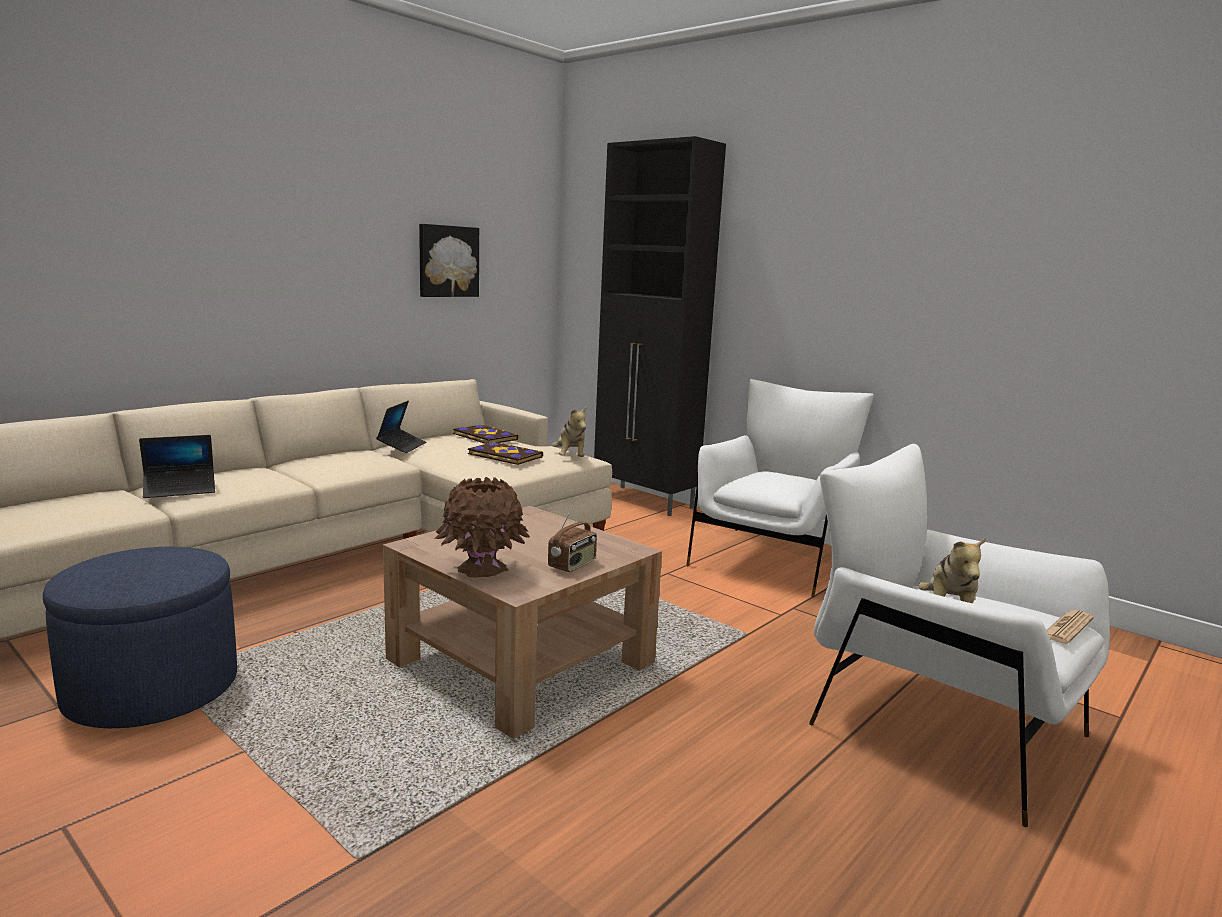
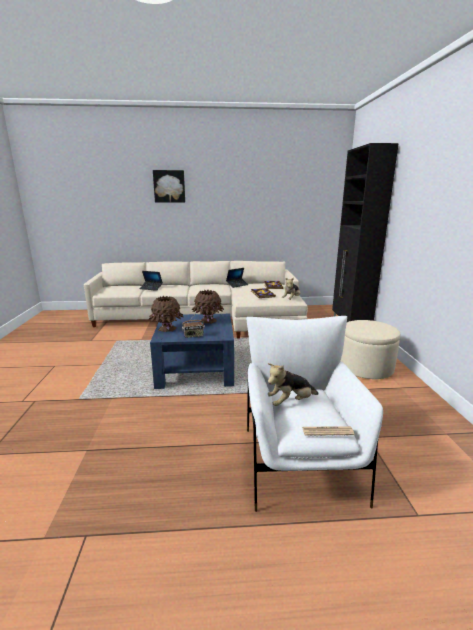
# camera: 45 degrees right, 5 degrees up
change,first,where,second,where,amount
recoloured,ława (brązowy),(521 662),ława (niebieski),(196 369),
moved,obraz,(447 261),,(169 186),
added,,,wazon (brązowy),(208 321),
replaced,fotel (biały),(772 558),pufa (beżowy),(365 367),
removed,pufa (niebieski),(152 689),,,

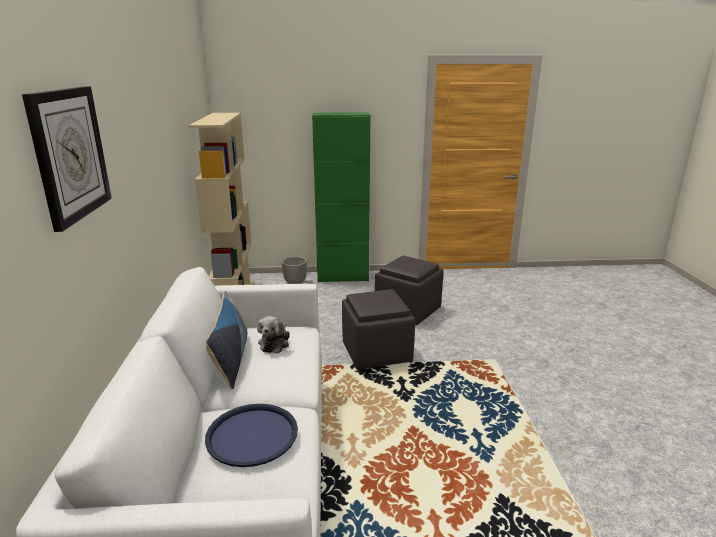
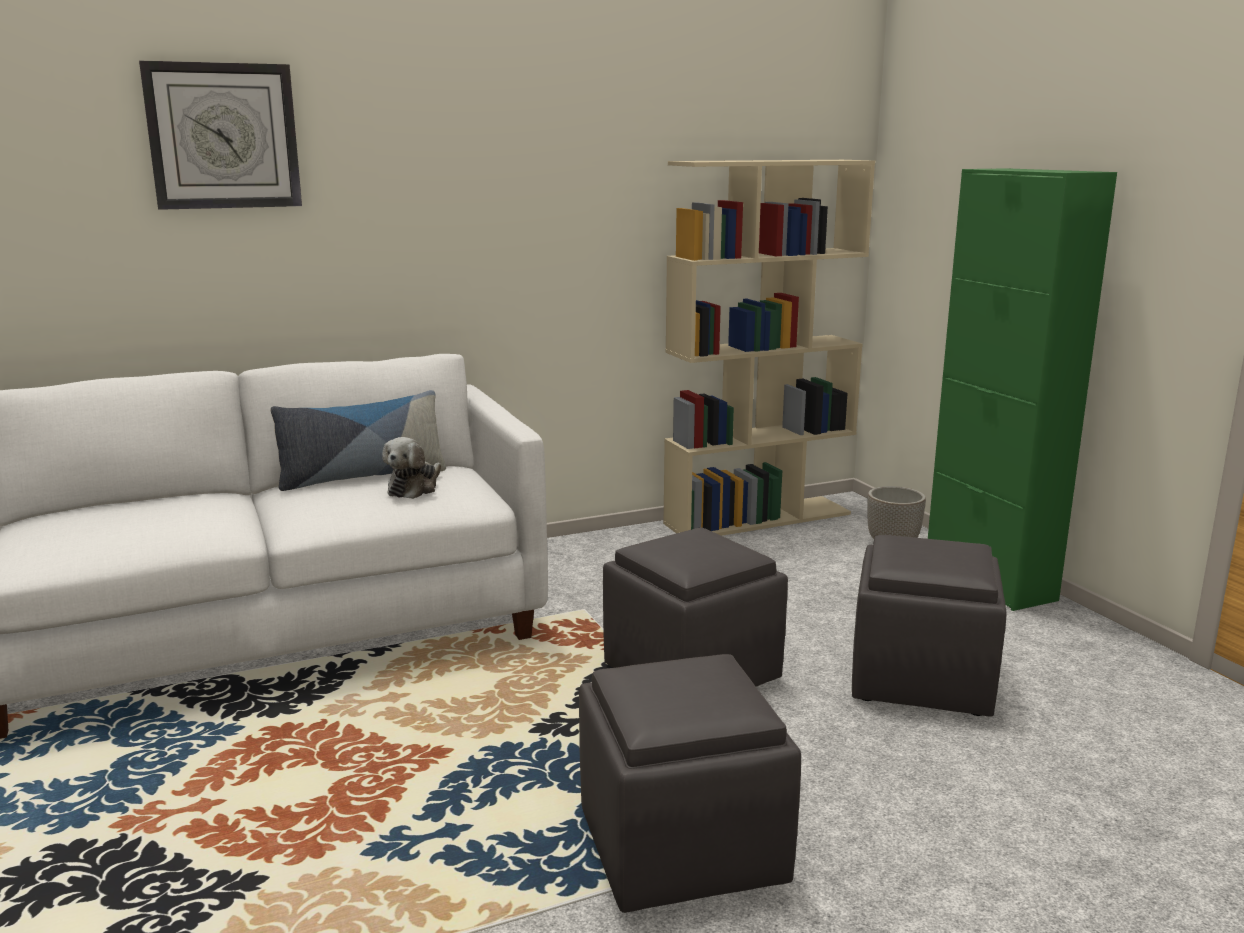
# camera: 70 degrees right, 5 degrees down
change,first,where,second,where,amount
turned,pluszak,(275 343),,(414 488),60 degrees counterclockwise
added,,,pufa (szary),(680 848),
removed,taca (niebieski),(252 435),,,

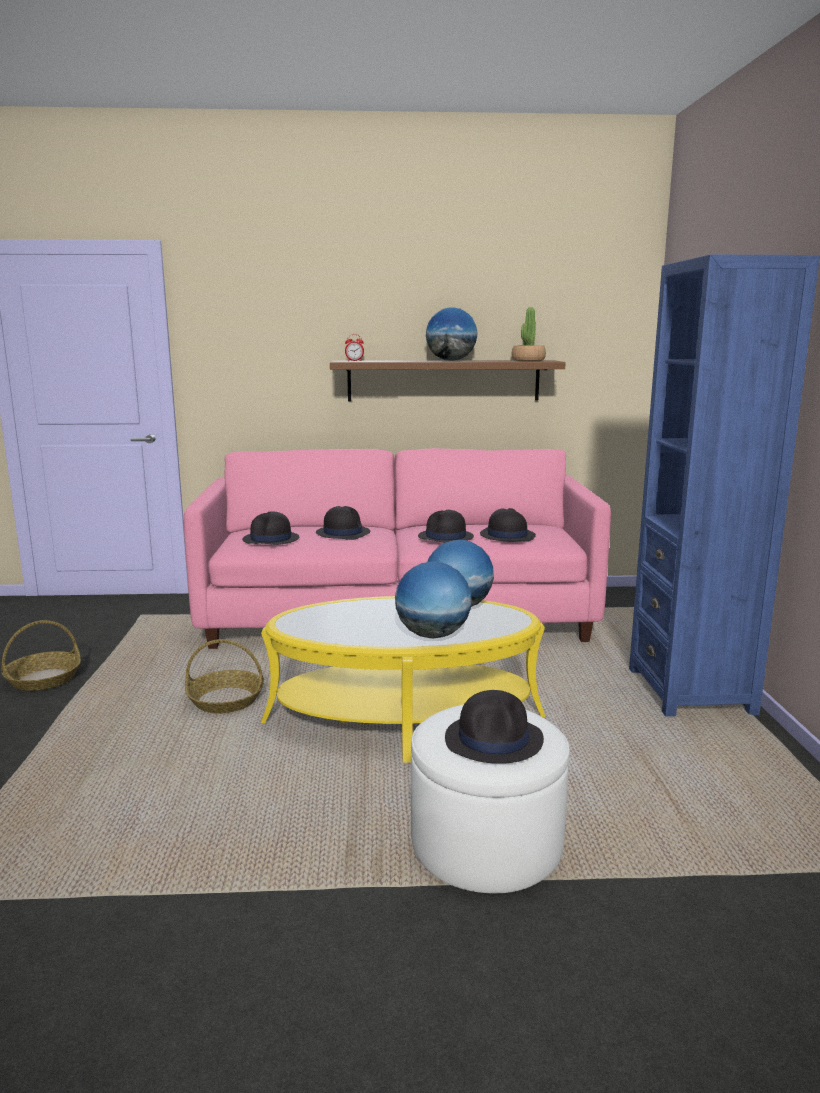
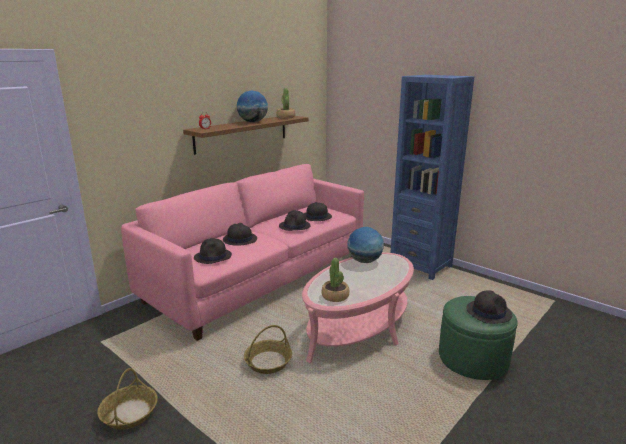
# camera: 45 degrees left, 5 degrees up
change,first,where,second,where,amount
recoloured,ława (żółty),(403 718),ława (różowy),(358 327),
added,,,roślina doniczkowa,(335 296),
recoloured,pufa (biały),(486 843),pufa (zielony),(473 358),
removed,globus,(432 635),,,

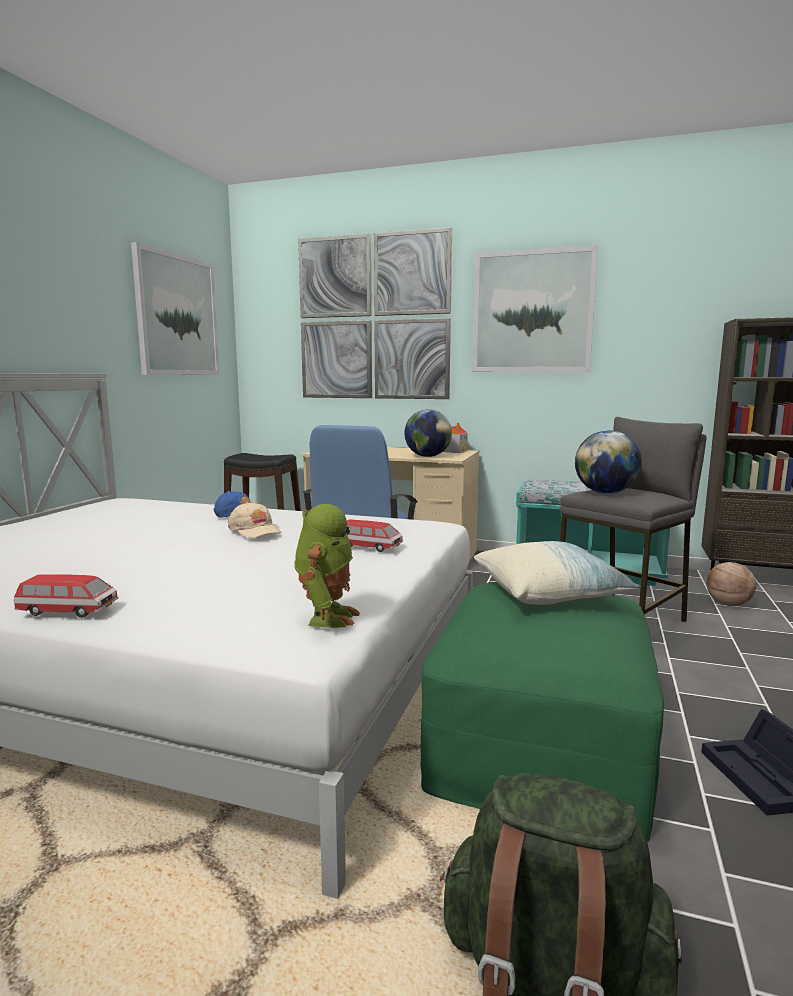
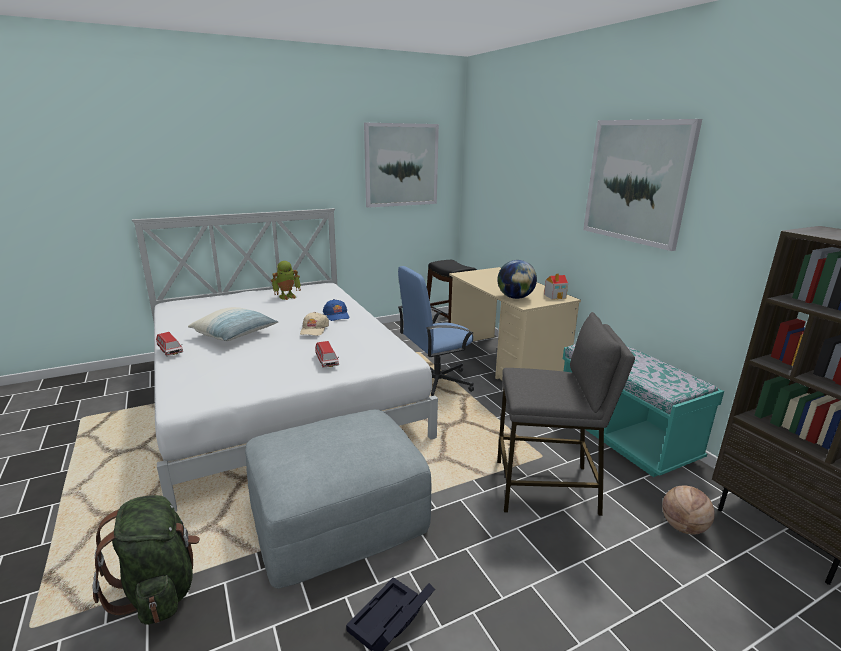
# camera: 45 degrees right, 10 degrees up
change,first,where,second,where,amount
moved,poduszka,(550 593),,(235 335),
recoloured,pufa (zielony),(539 739),pufa (szary),(338 515),
moved,robot zabawkowy,(327 617),,(287 296),
removed,obraz,(373 318),,,
removed,globus,(605 493),,,

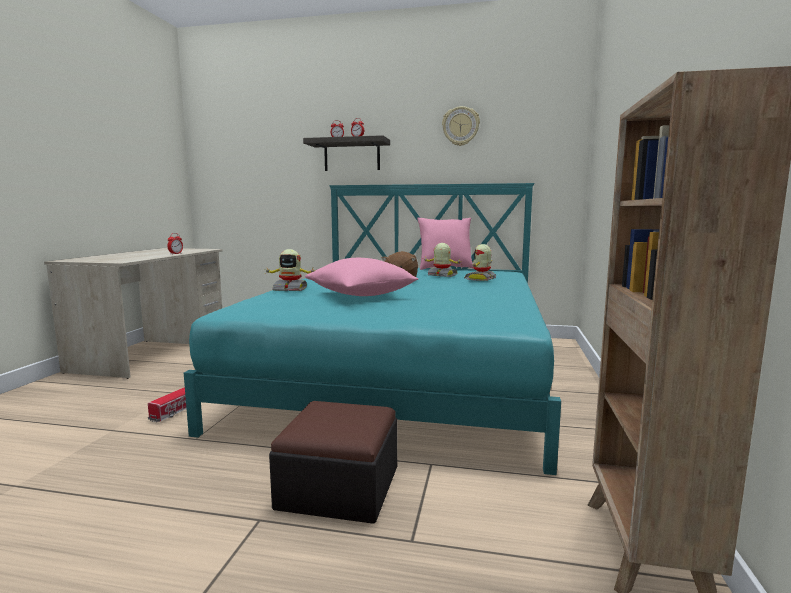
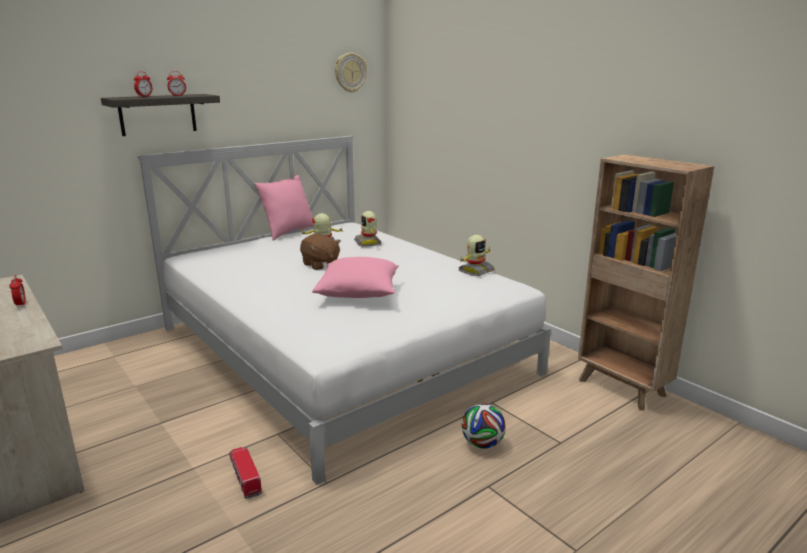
# camera: 50 degrees left, 10 degrees up
change,first,where,second,where,amount
recoloured,łóżko (turkusowy),(402 373),łóżko (biały),(340 350),
moved,zegar ścienny,(460 126),,(350 72),
moved,robot zabawkowy,(290 289),,(475 271),
replaced,pufa,(339 487),piłka futbolowa,(482 444),

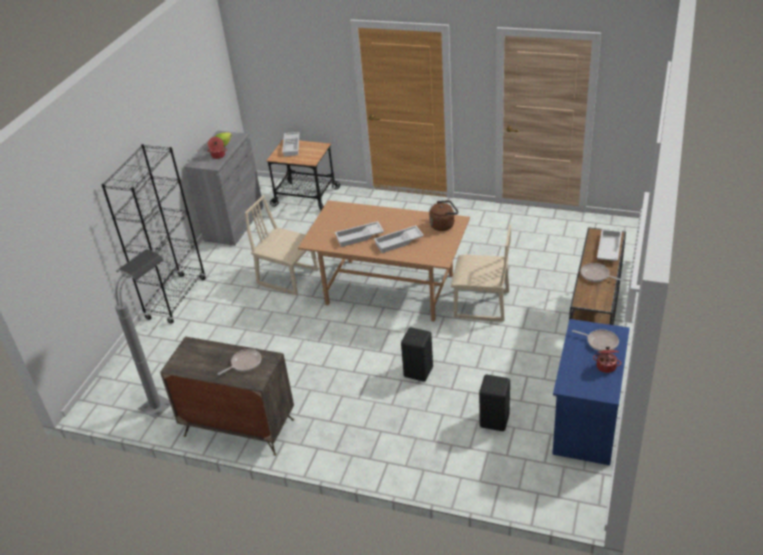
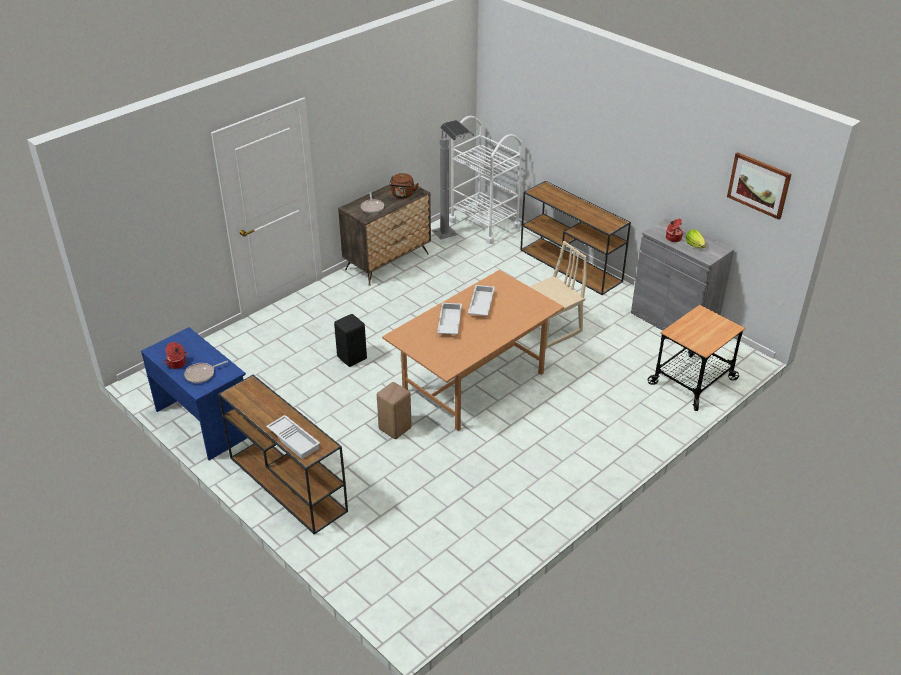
# camera: 115 degrees right, 0 degrees up
change,first,where,second,where,amount
replaced,krzesło (beżowy),(481 305),stołek (beżowy),(394 428),
moved,czajnik (brązowy),(443 225),,(402 195),
added,,,wózek (biały),(484 224),
replaced,regał (czarny),(176 298),stolik konsolowy (brązowy),(571 266),
added,,,obraz,(759 185),
removed,taca (biały),(292 146),,,
removed,stołek (czarny),(494 420),,,
removed,patelnia,(596 275),,,

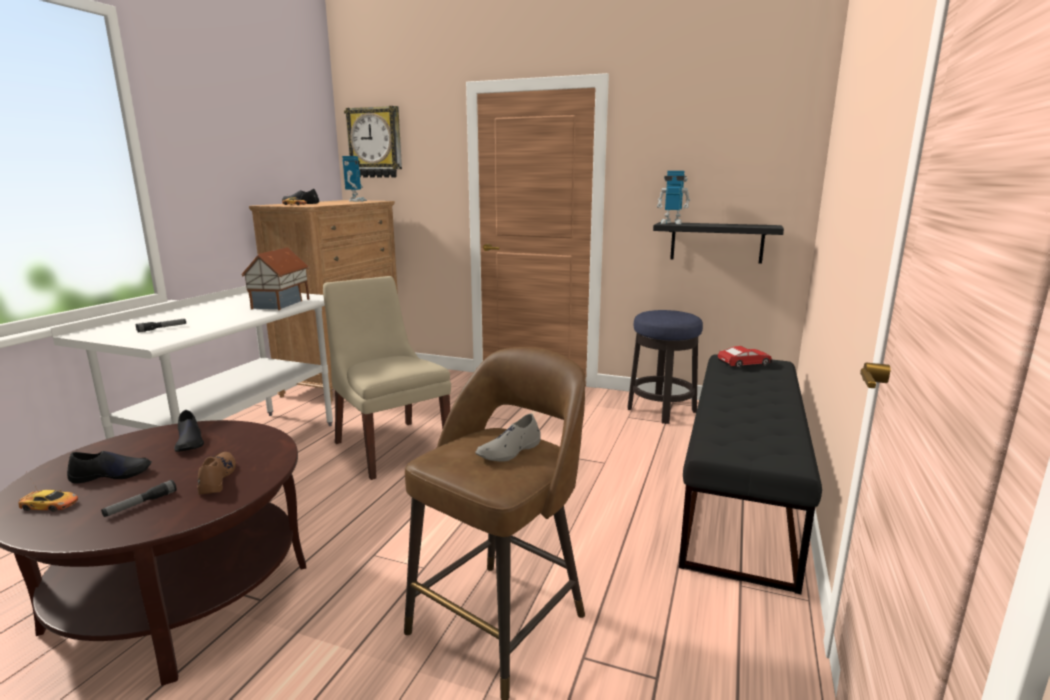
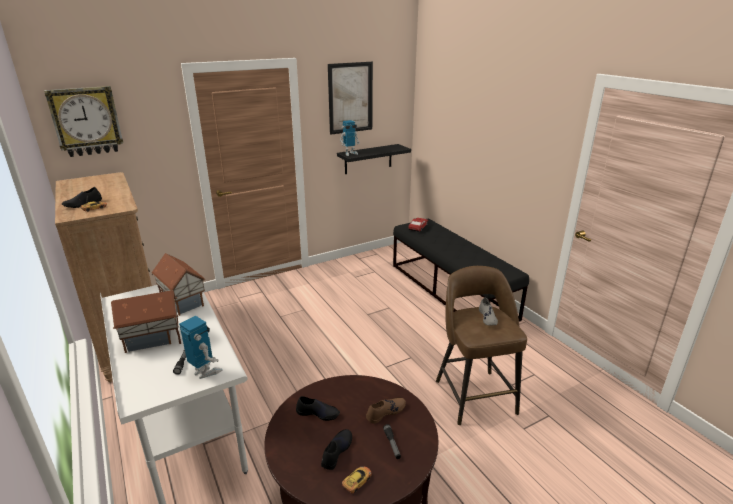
# camera: 50 degrees left, 10 degrees up
change,first,where,second,where,amount
added,,,domek,(153 340),
moved,robot zabawkowy,(356 201),,(205 371),
added,,,obraz,(350 98),
turned,but (brązowy),(216 478),,(385 412),120 degrees clockwise
removed,krzesło (beżowy),(390 447),,,
removed,stołek,(661 410),,,

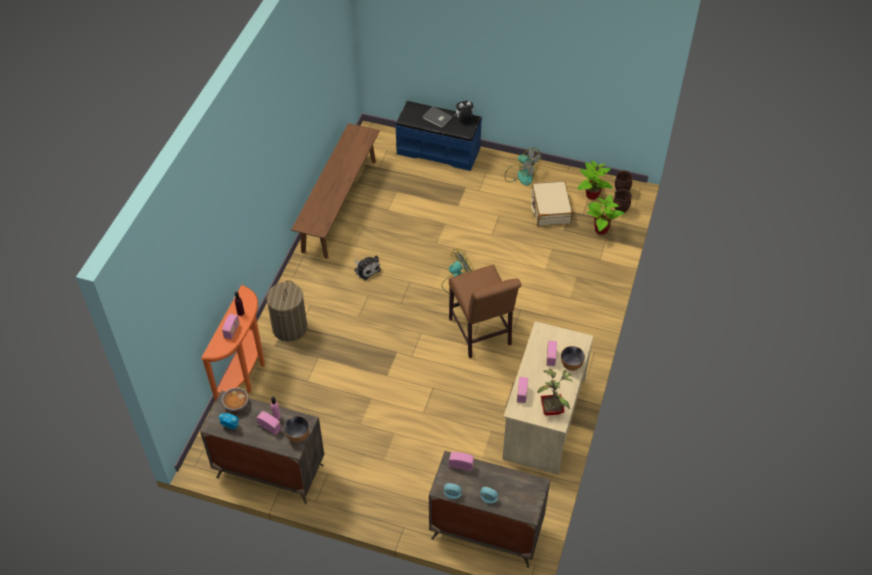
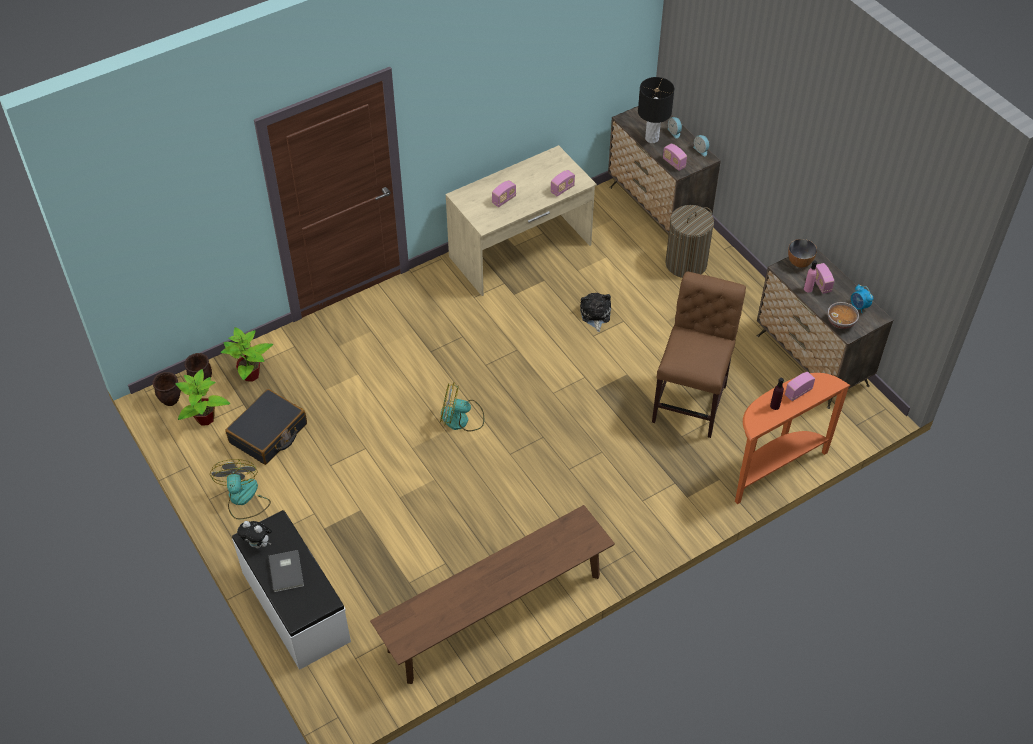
# camera: 140 degrees left, 0 degrees up
change,first,where,second,where,amount
recoloured,walizka (beżowy),(550 209),walizka (czarny),(268 434),
recoloured,ławka (niebieski),(438 150),ławka (biały),(294 607),
moved,pluszak,(366 269),,(595 315),
added,,,lampa stołowa (czarny),(652 138),
moved,krzesło (brązowy),(481 334),,(691 400),
moved,kosz na pranie,(290 328),,(686 263),
removed,roślina doniczkowa,(552 410),,,
removed,miska,(571 365),,,

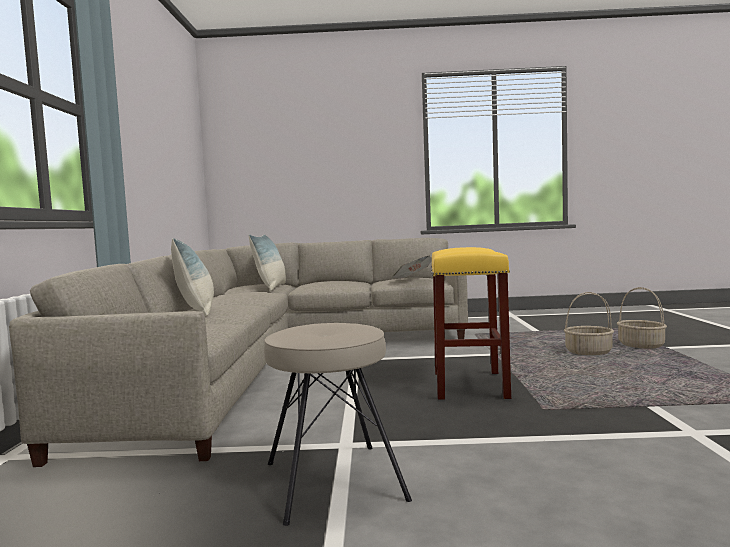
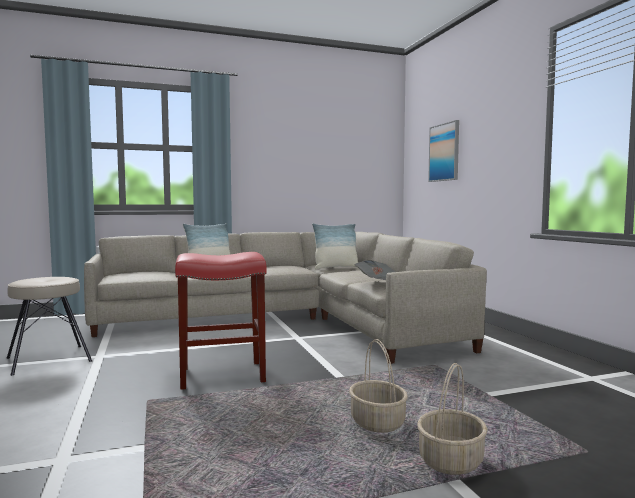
# camera: 70 degrees right, 0 degrees up
change,first,where,second,where,amount
recoloured,stołek (żółty),(469 384),stołek (czerwony),(223 374),
added,,,obraz,(444 152),

